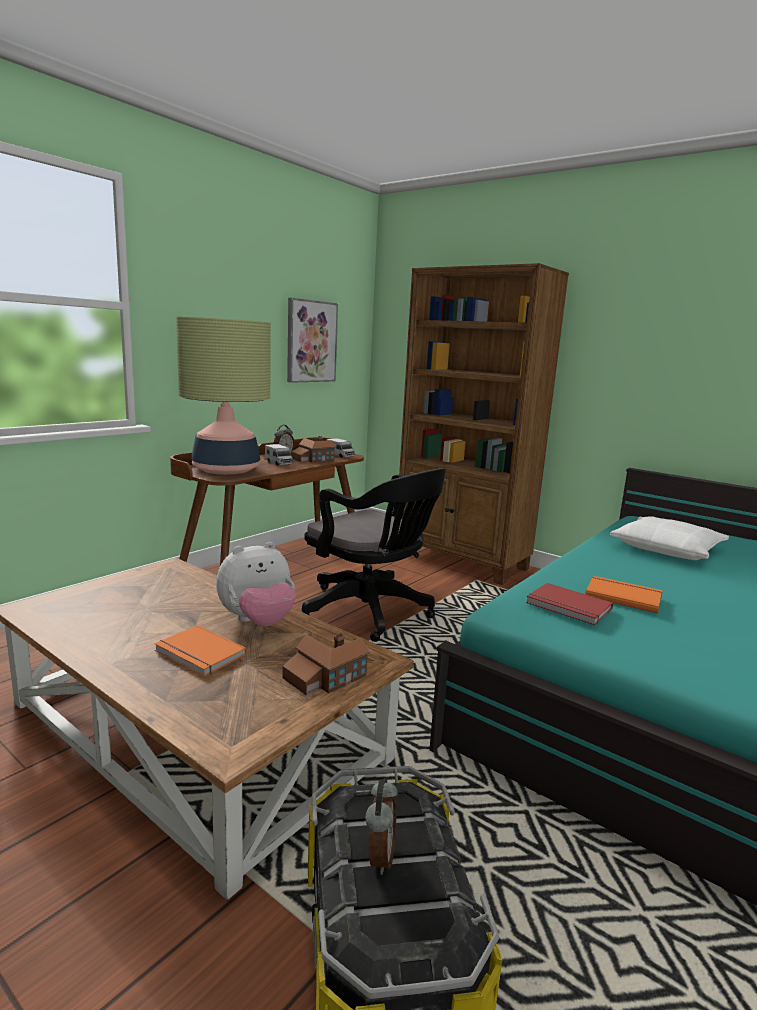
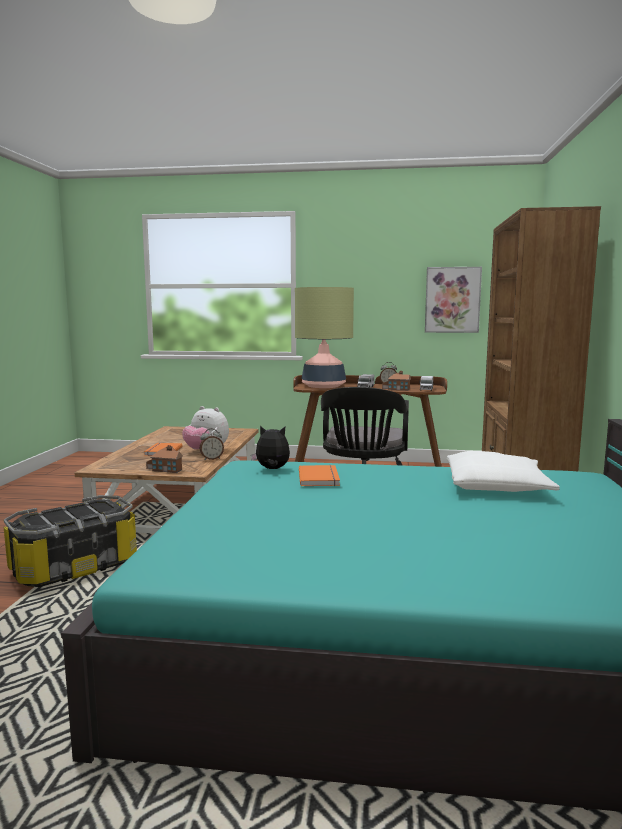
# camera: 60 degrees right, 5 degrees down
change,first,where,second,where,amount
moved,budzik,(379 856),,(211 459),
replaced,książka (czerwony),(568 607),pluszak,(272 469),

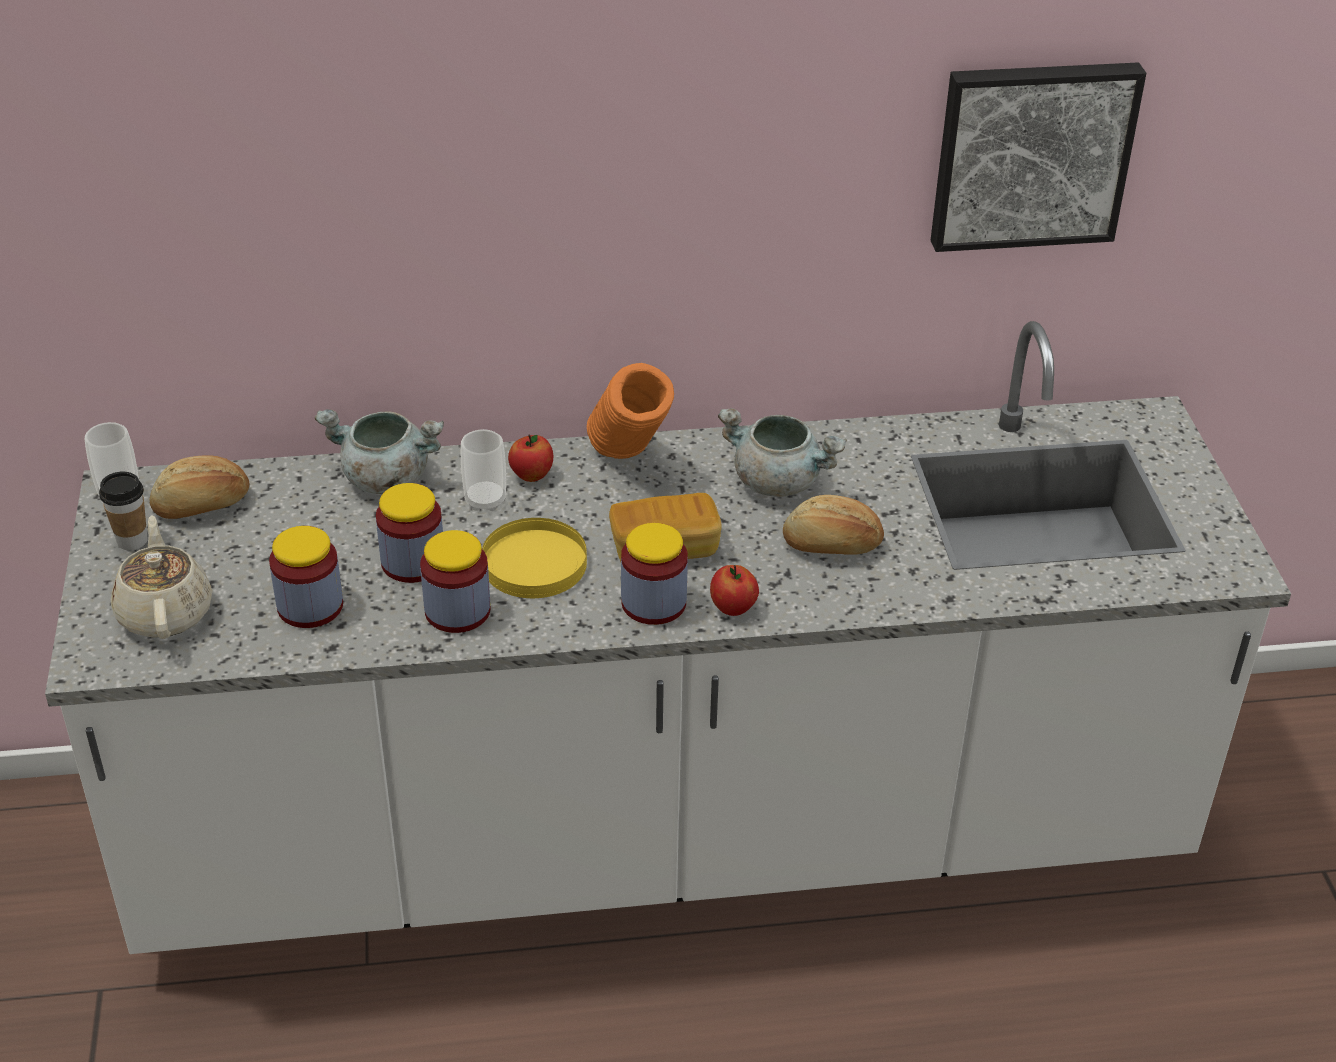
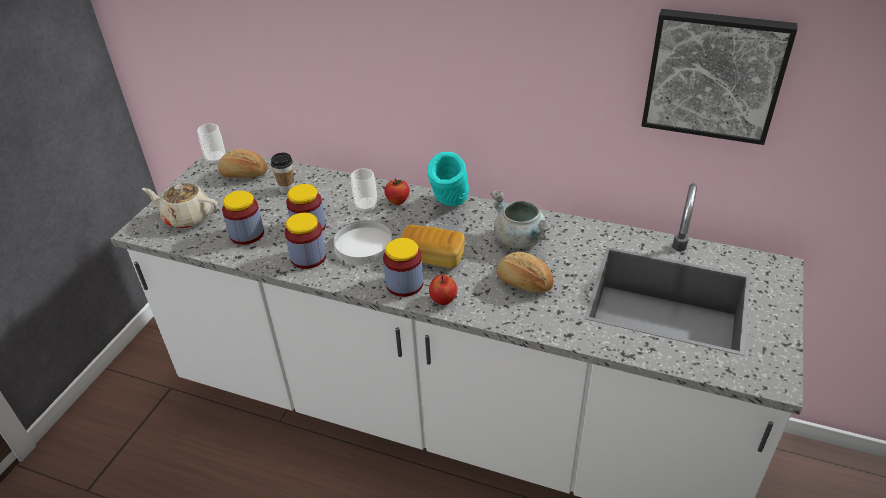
# camera: 30 degrees right, 0 degrees up
change,first,where,second,where,amount
turned,imbryk (beżowy),(165 612),,(187 217),90 degrees counterclockwise
moved,filiżanka,(132 540),,(287 189),
recoloured,talerz (żółty),(535 562),talerz (biały),(364 245),
recoloured,wazon (pomarańczowy),(629 464),wazon (turkusowy),(449 209),
removed,garnek (szary),(384 479),,,

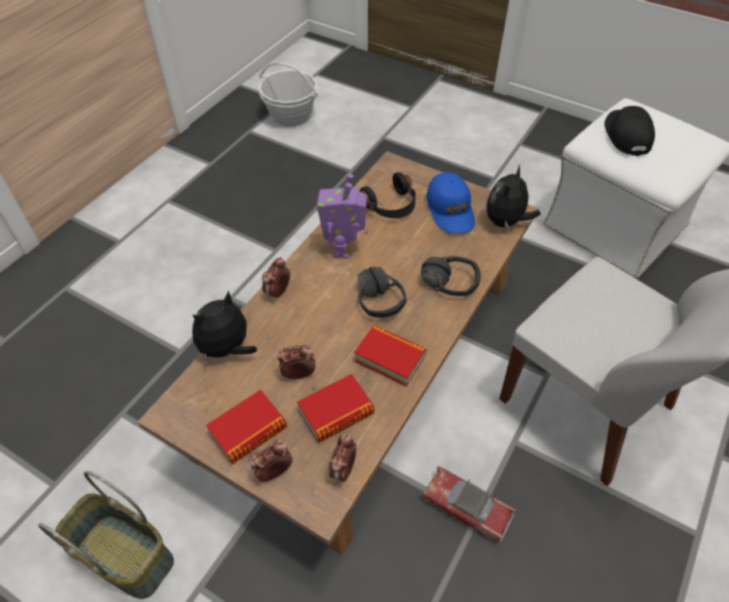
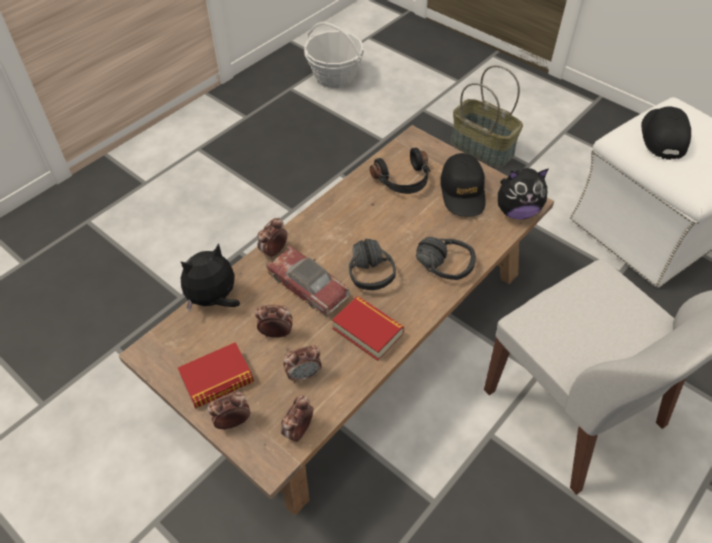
# camera: 10 degrees right, 0 degrees up
change,first,where,second,where,amount
moved,samochodzik,(466 507),,(308 286),
replaced,książka,(336 412),budzik,(304 375),
recoloured,czapka z daszkiem (niebieski),(450 210),czapka z daszkiem (czarny),(463 192),
moved,koszyk,(127 555),,(483 148),
turned,pluszak,(506 222),,(516 211),135 degrees counterclockwise
removed,robot zabawkowy,(343 248),,,

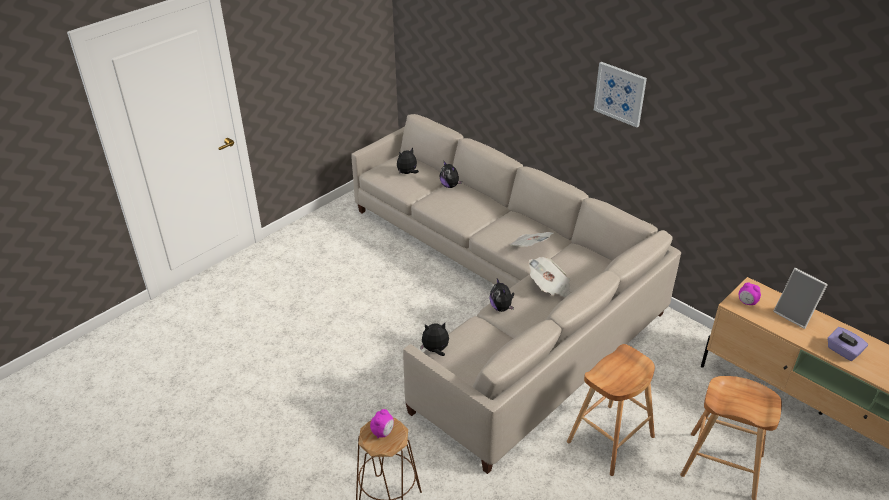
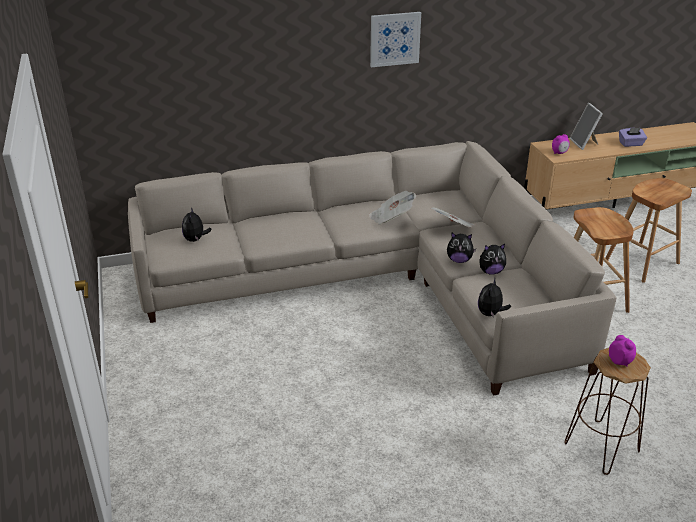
# camera: 60 degrees left, 5 degrees down
change,first,where,second,where,amount
moved,pluszak,(450 186),,(490 272),
turned,ramka na zdjęcie,(795 315),,(584 143),90 degrees clockwise

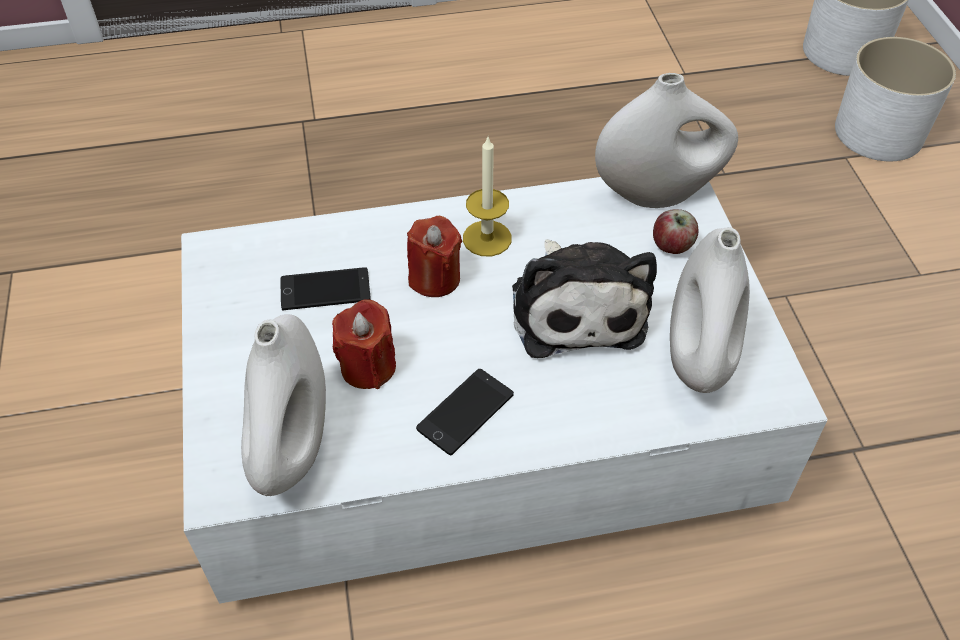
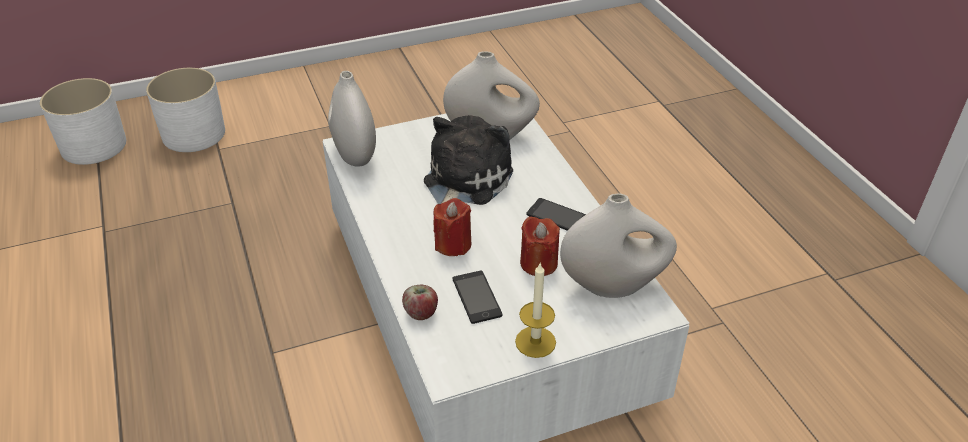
# camera: 100 degrees left, 10 degrees down
change,first,where,second,where,amount
moved,jabłko,(672 246),,(421 313),
turned,pluszak,(576 307),,(464 181),45 degrees counterclockwise
moved,świeca,(487 238),,(535 342),

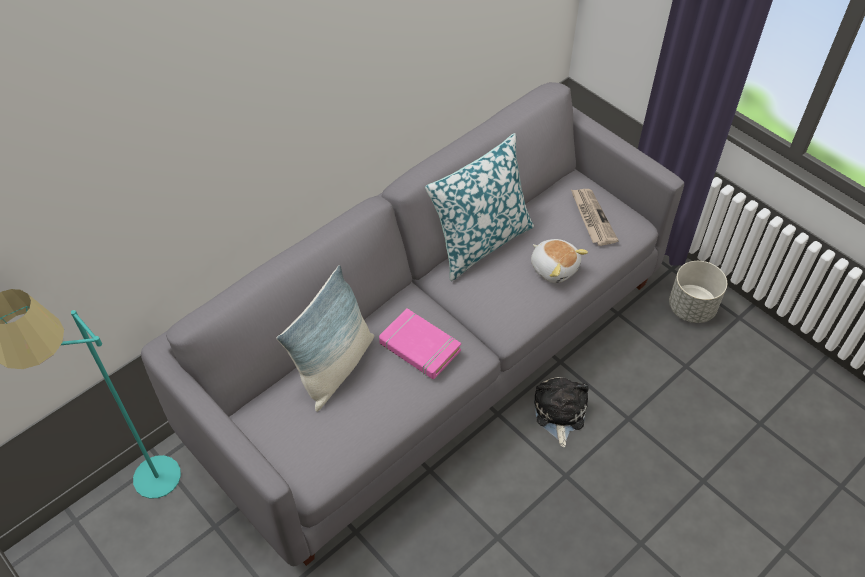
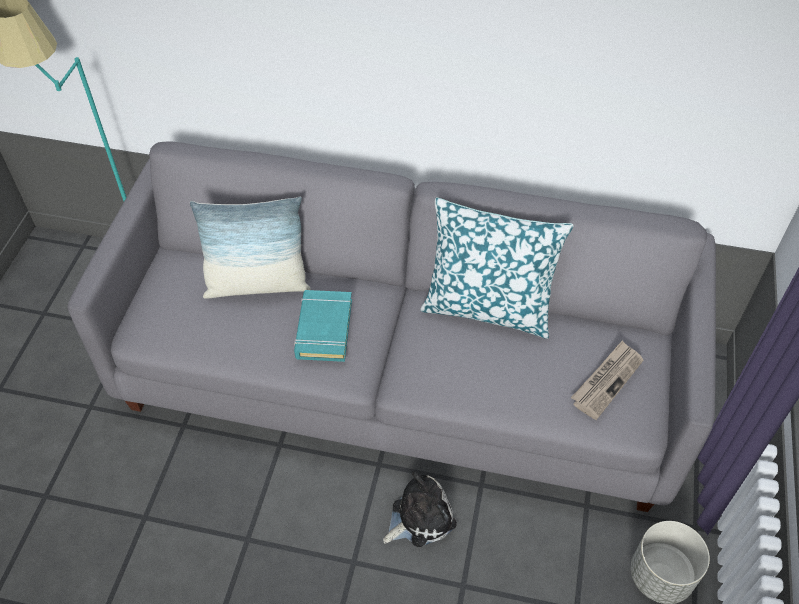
# camera: 55 degrees right, 0 degrees up
change,first,where,second,where,amount
recoloured,książka (różowy),(419 347),książka (turkusowy),(323 329),
removed,pluszak,(554 267),,,

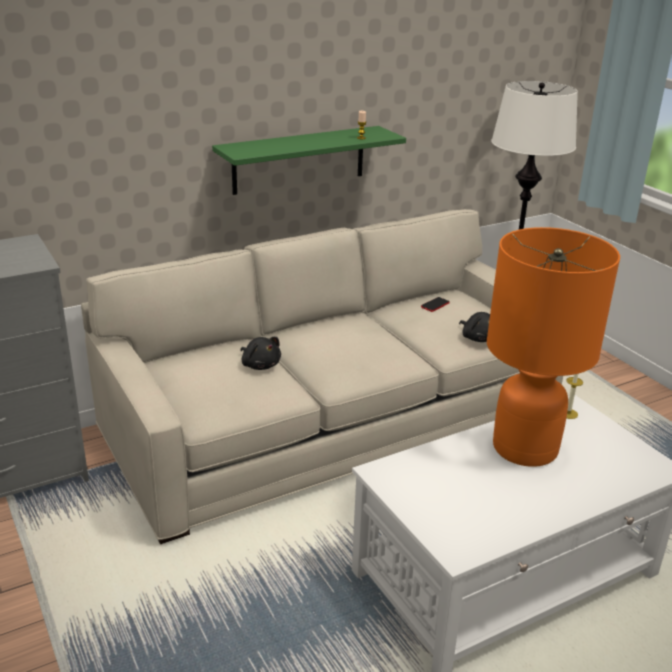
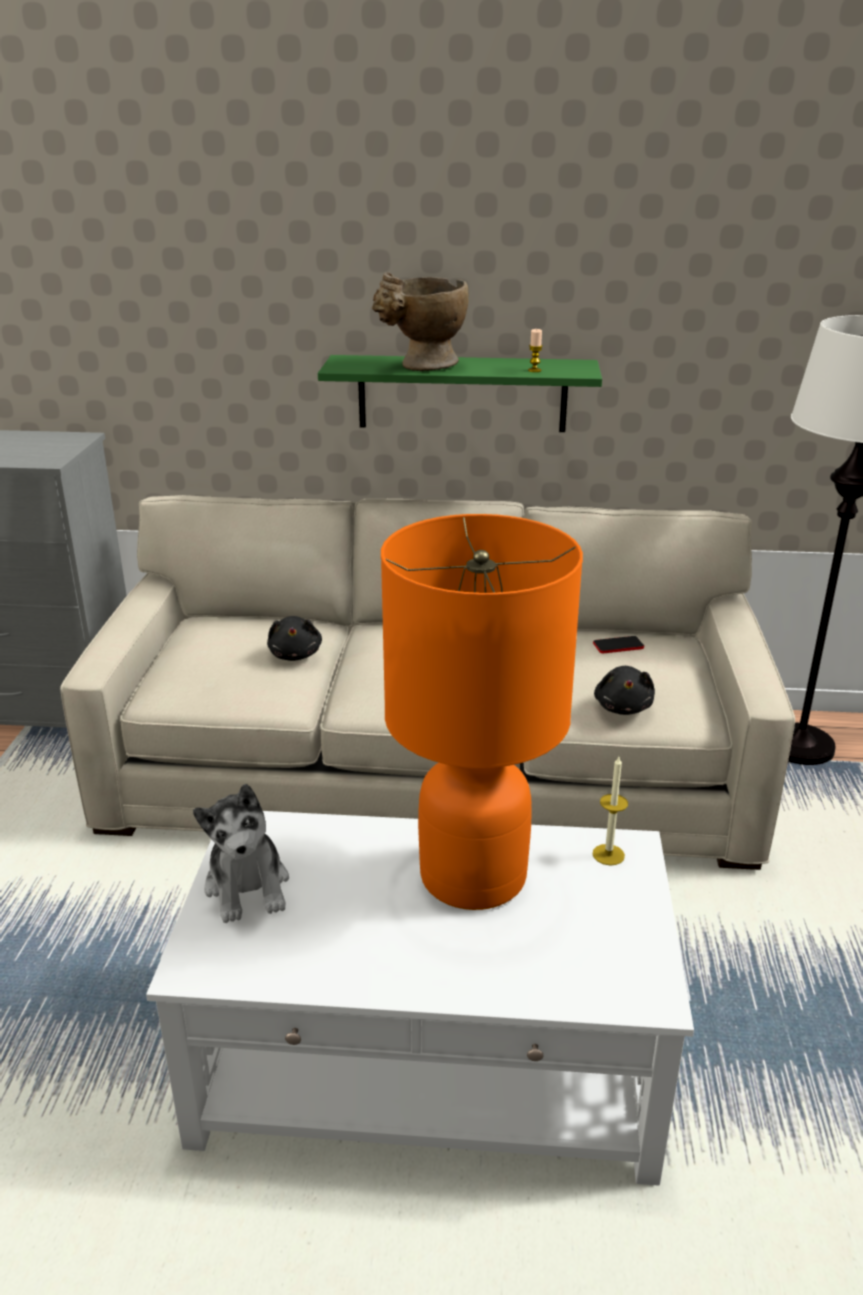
# camera: 35 degrees right, 0 degrees up
change,first,where,second,where,amount
added,,,pluszak,(248 886),
added,,,wazon (beżowy),(422 367),

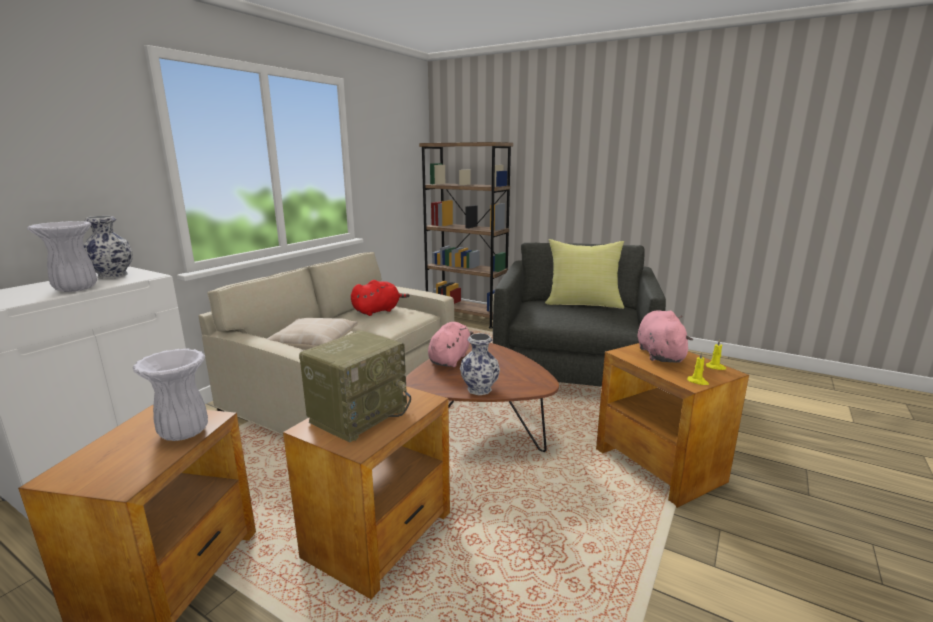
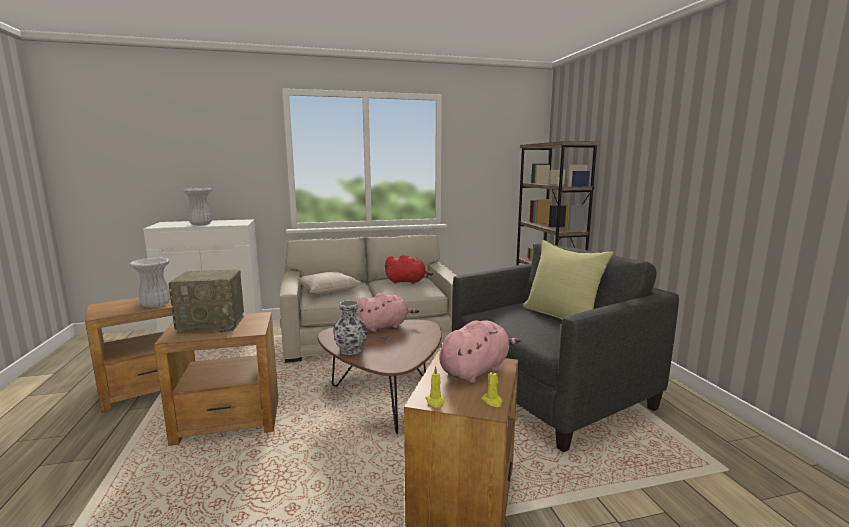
# camera: 45 degrees right, 5 degrees down
change,first,where,second,where,amount
removed,wazon,(112 276),,,

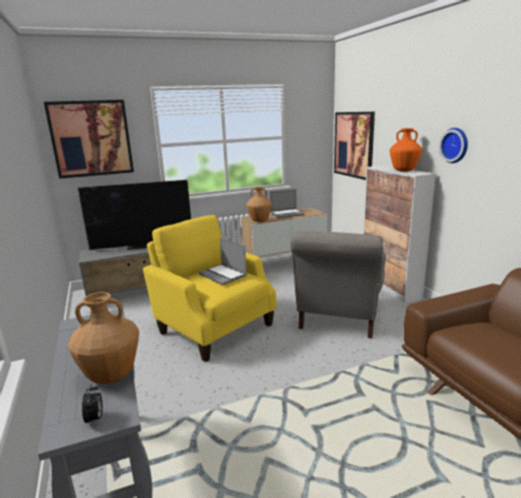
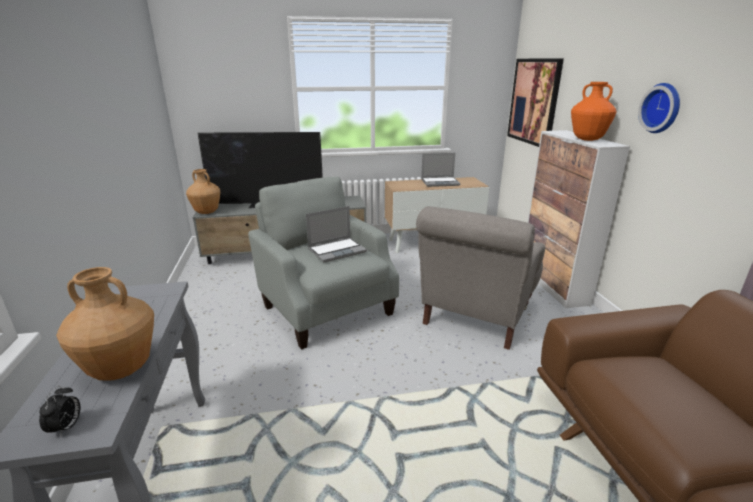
# camera: 10 degrees right, 5 degrees up
change,first,where,second,where,amount
moved,wazon (brązowy),(259 221),,(206 212),
recoloured,fotel (żółty),(214 327),fotel (szary),(326 308),
turned,laptop,(223 275),,(337 250),90 degrees counterclockwise
removed,obraz,(91 138),,,

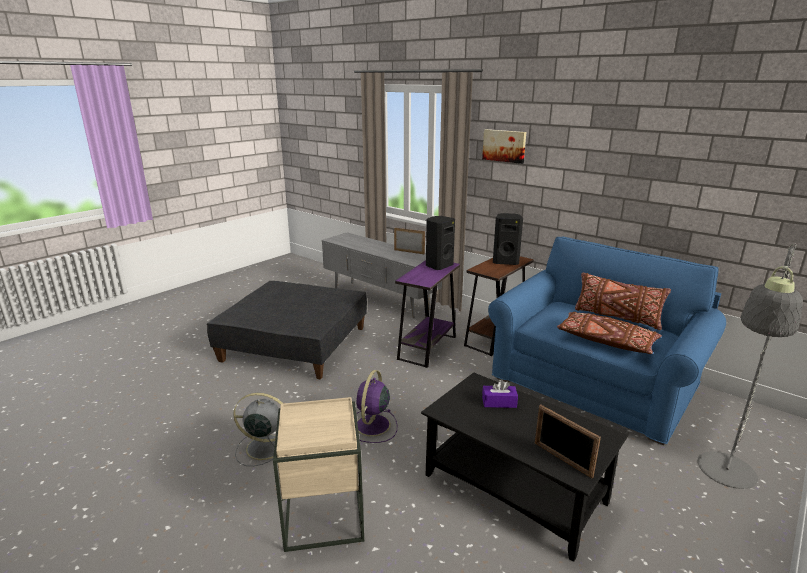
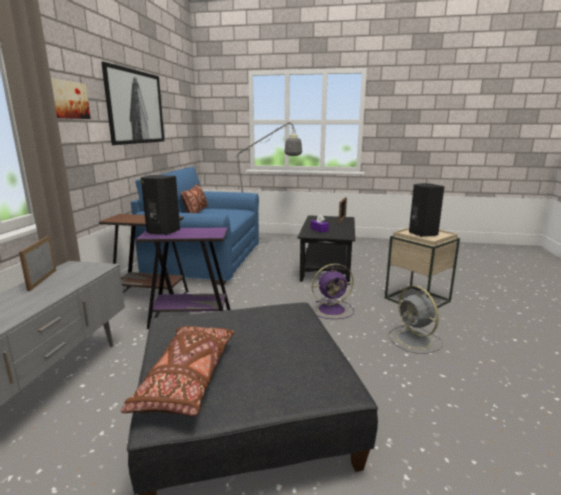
# camera: 120 degrees left, 5 degrees down
change,first,where,second,where,amount
added,,,obraz,(136 107),
moved,poduszka (brązowy),(605 341),,(187 379),
moved,głośnik (czarny),(505 262),,(421 234),

